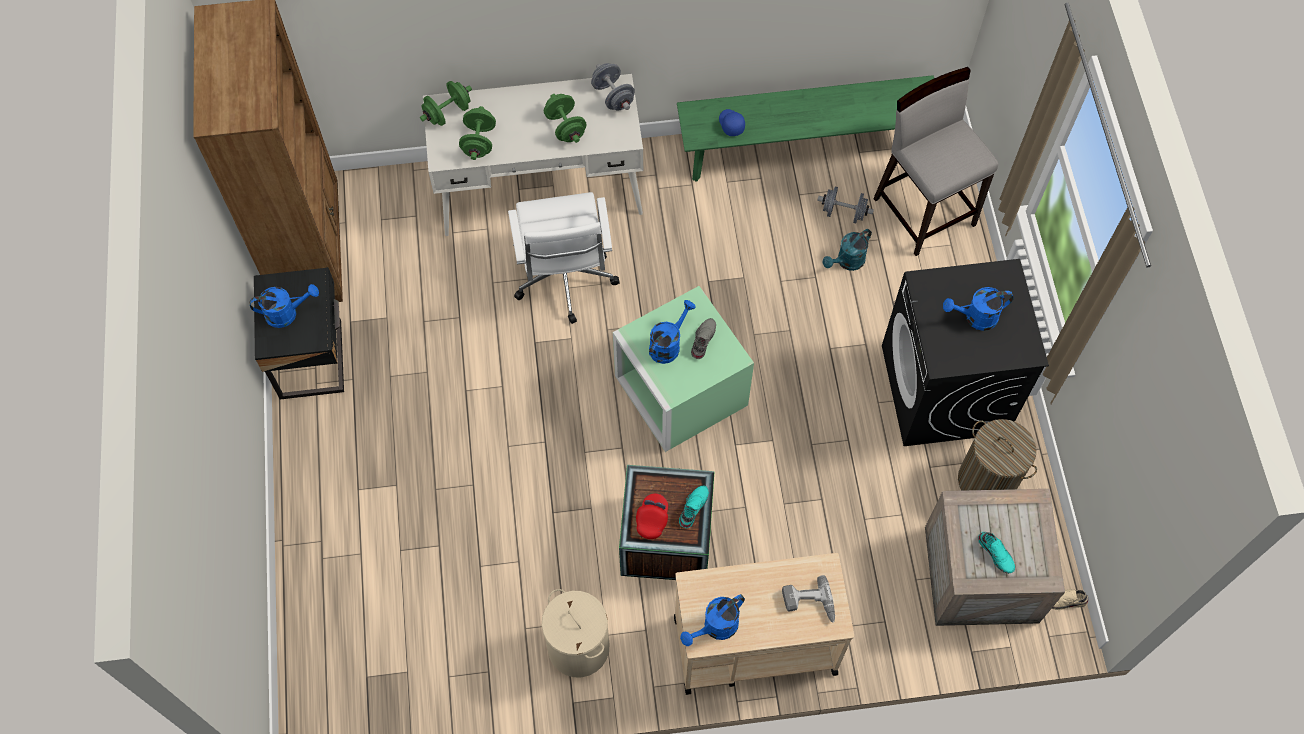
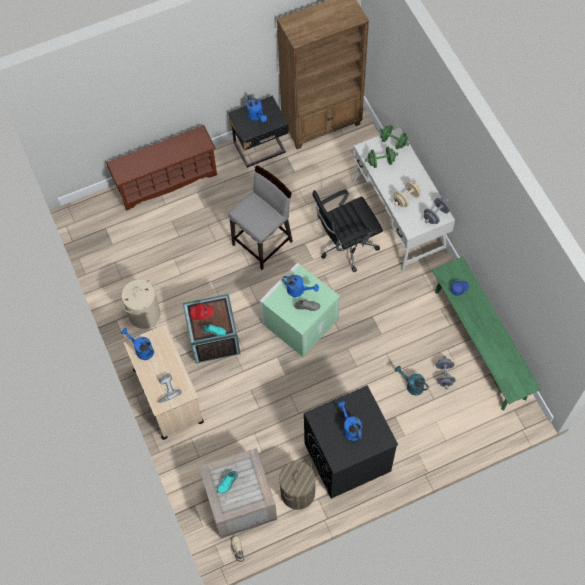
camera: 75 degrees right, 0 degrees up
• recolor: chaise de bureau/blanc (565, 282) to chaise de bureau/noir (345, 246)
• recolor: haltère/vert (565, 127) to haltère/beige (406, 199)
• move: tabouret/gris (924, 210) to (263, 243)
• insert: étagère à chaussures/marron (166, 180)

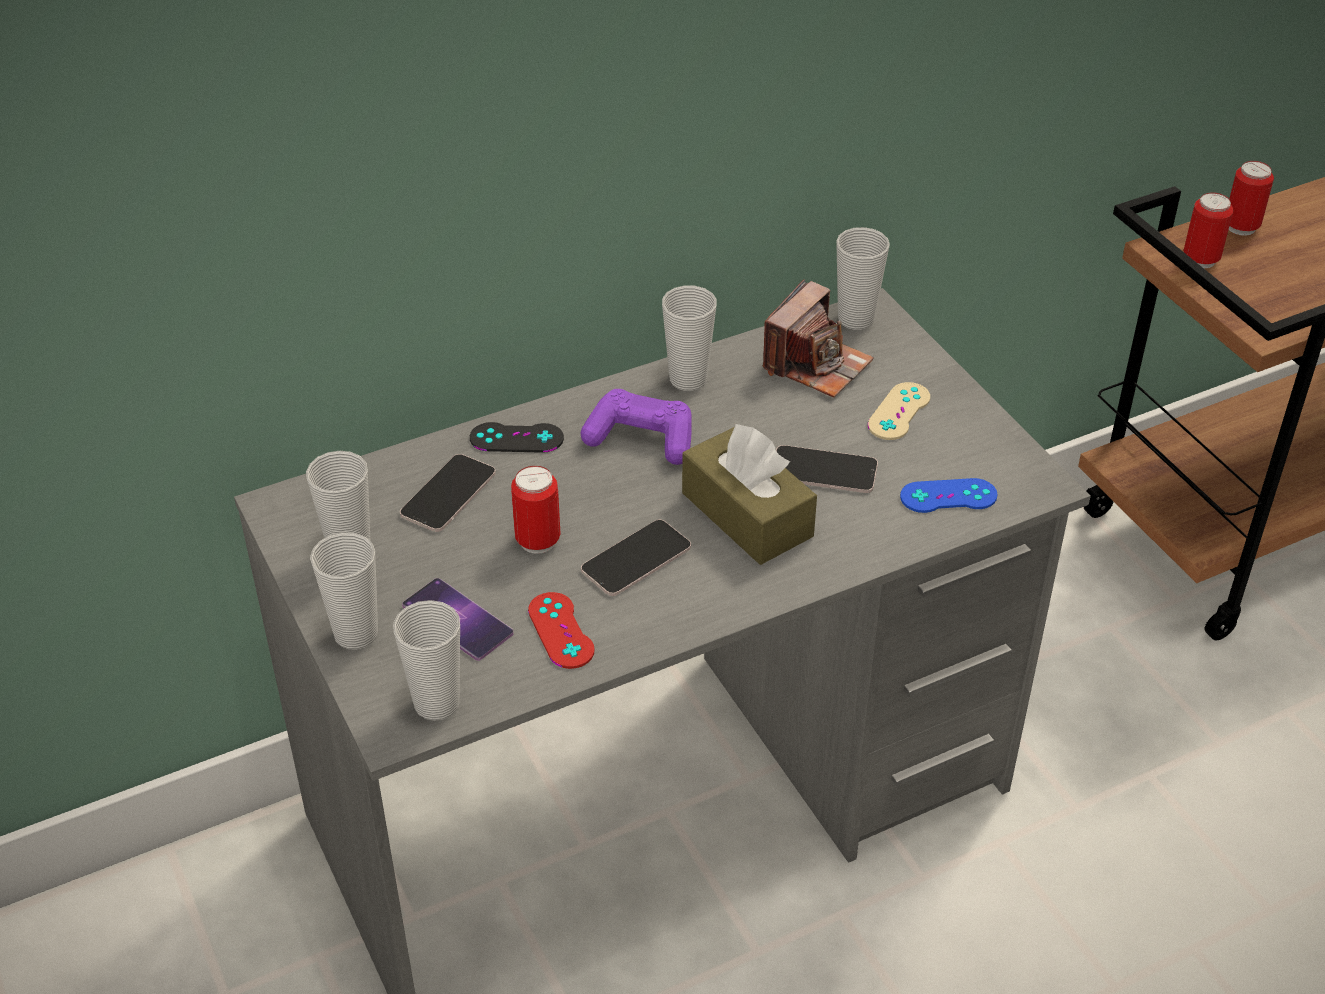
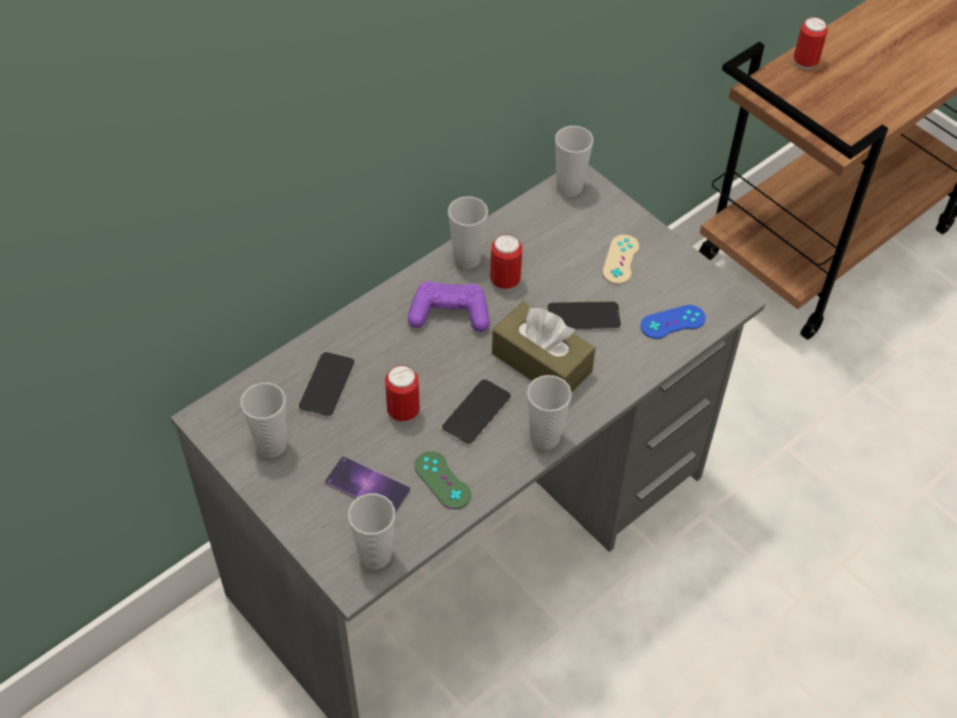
camera: 15 degrees left, 10 degrees up
• move: tasse (356, 634) to (545, 437)
• delete: manette/noir (516, 438)
• recolor: manette/rouge (561, 631) to manette/vert (442, 480)
• delete: appareil photo (816, 364)
• move: boîte métallique (1200, 260) to (505, 281)

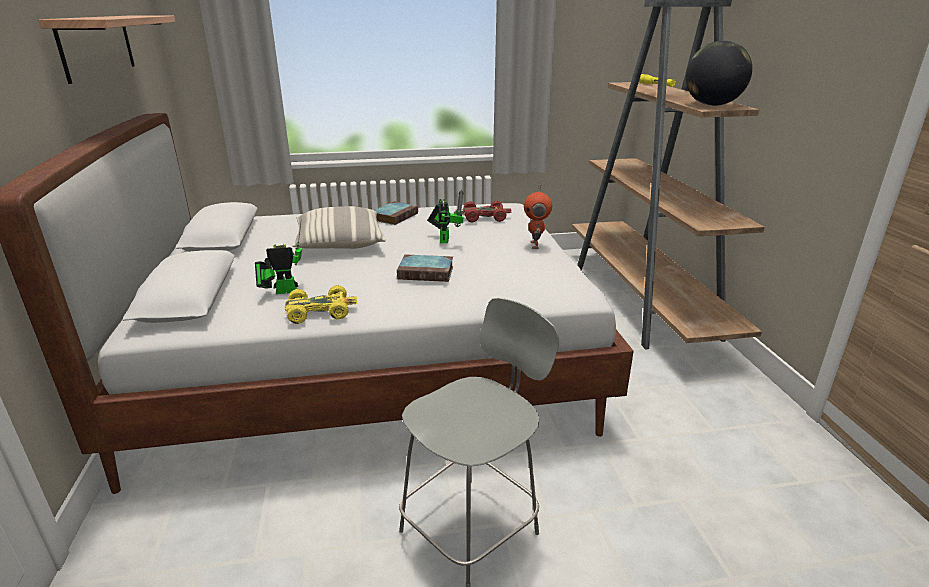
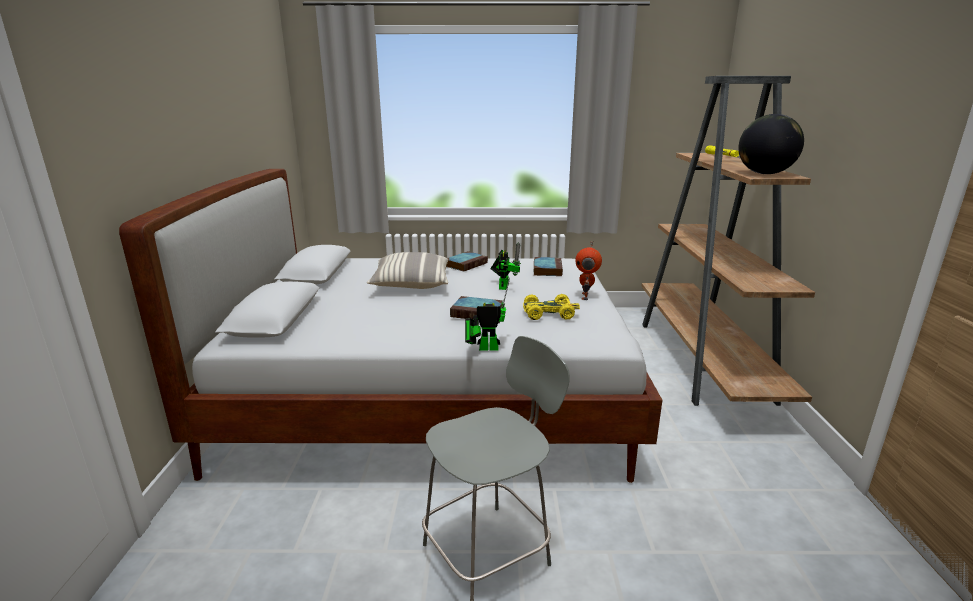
camera: 10 degrees right, 5 degrees down
• delete: étagère (97, 46)
• move: robot jouet (283, 291) to (485, 348)
• move: petite voiture/jaune (320, 311) to (549, 313)
• replace: petite voiture/rouge (485, 217) to livre (547, 269)

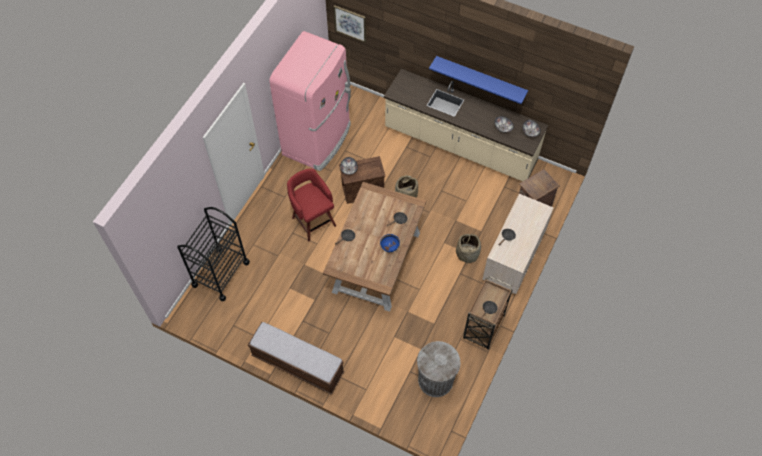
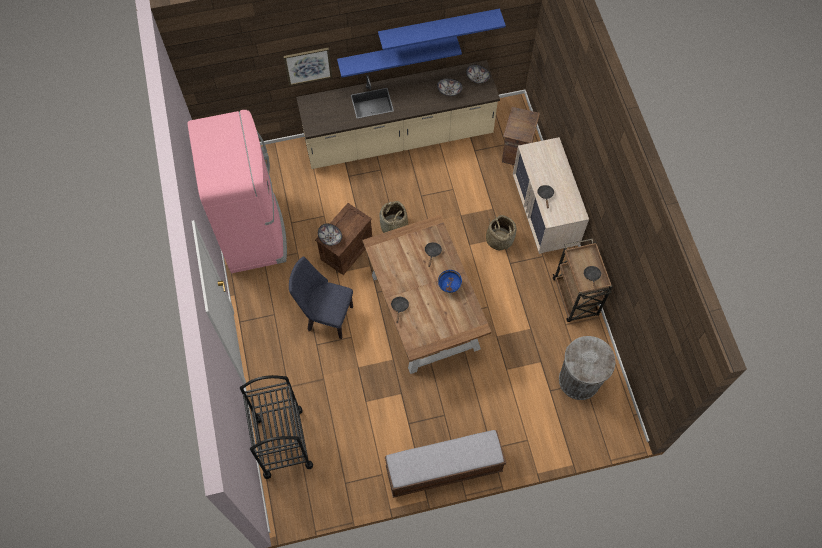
camera: 40 degrees left, 5 degrees up
• replace: tabouret/rouge (313, 220) to chaise/bleu (326, 316)
• move: tableau (350, 23) to (308, 66)
• insert: étagère/bleu (438, 26)

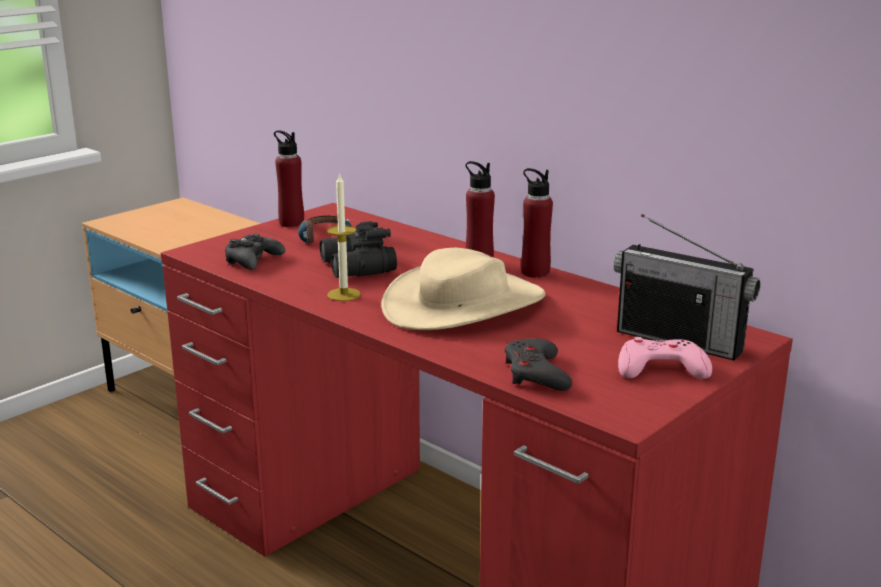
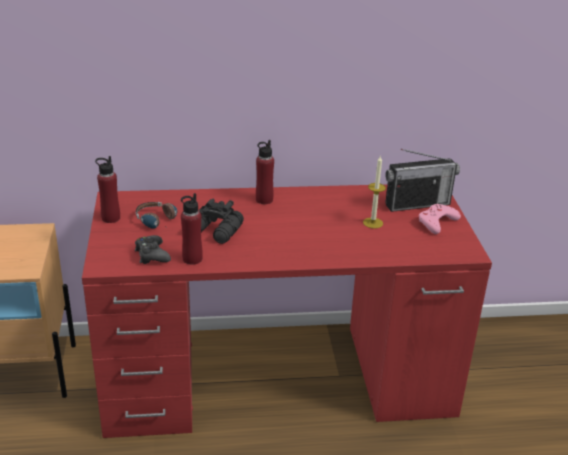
camera: 50 degrees left, 10 degrees up
• move: bougie (344, 294) to (373, 223)
• delete: chapeau/beige (464, 304)
• delete: manette/gris (536, 373)
• move: bouteille/rouge (535, 272) to (192, 259)

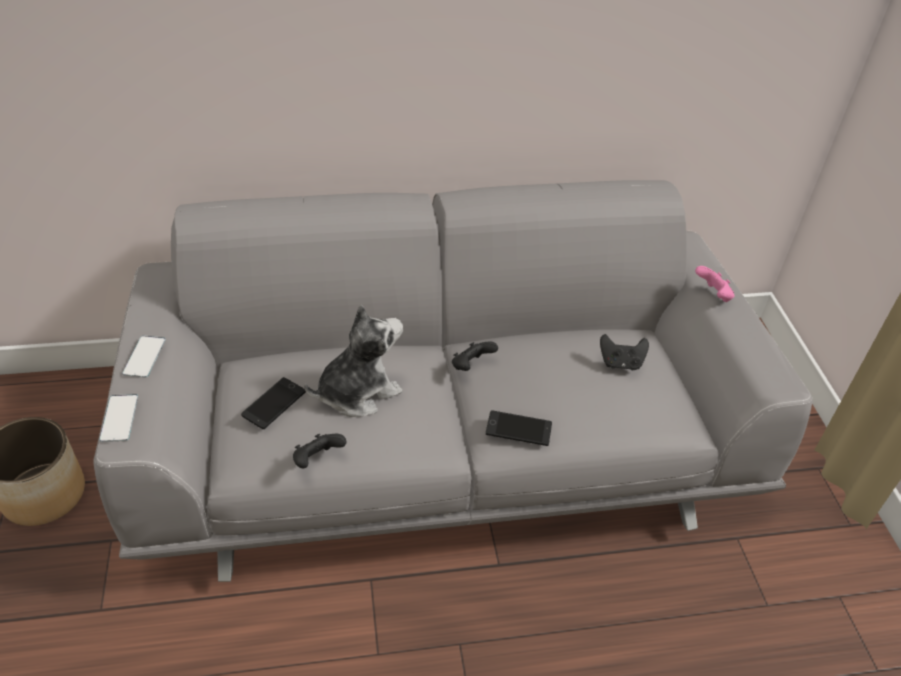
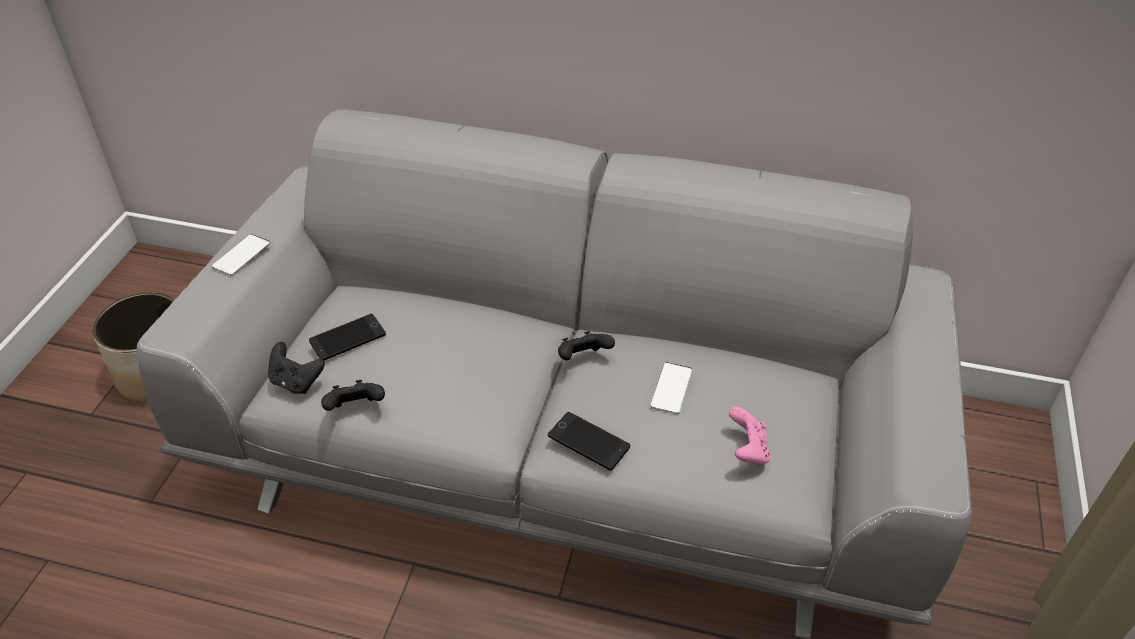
camera: 25 degrees right, 0 degrees up
• move: téléphone (119, 418) to (671, 388)
• delete: peluche (357, 392)
• move: manette/noir (620, 363) to (296, 382)
• move: manette/rose (713, 295) to (747, 451)

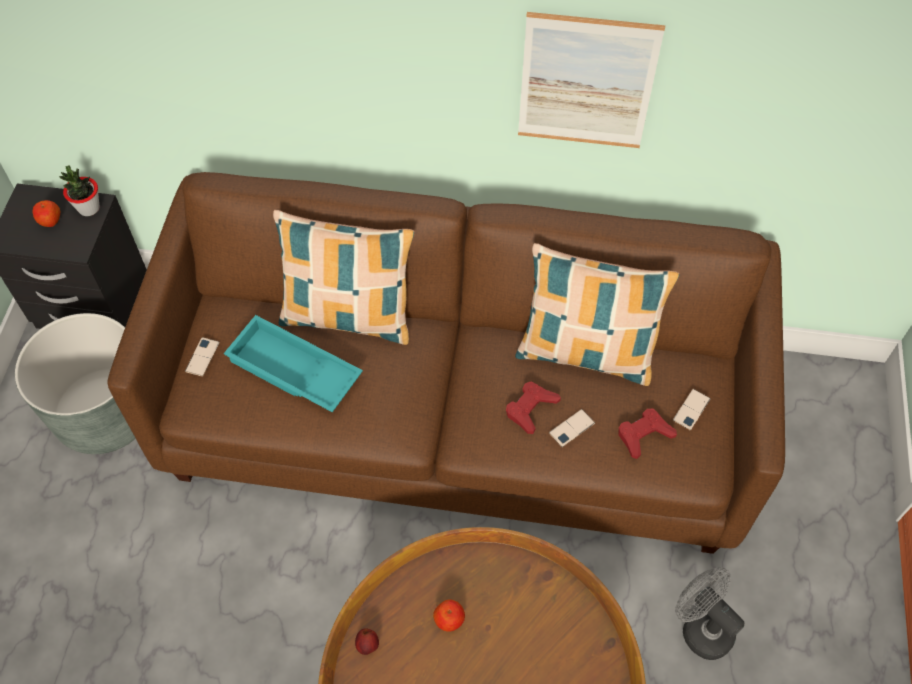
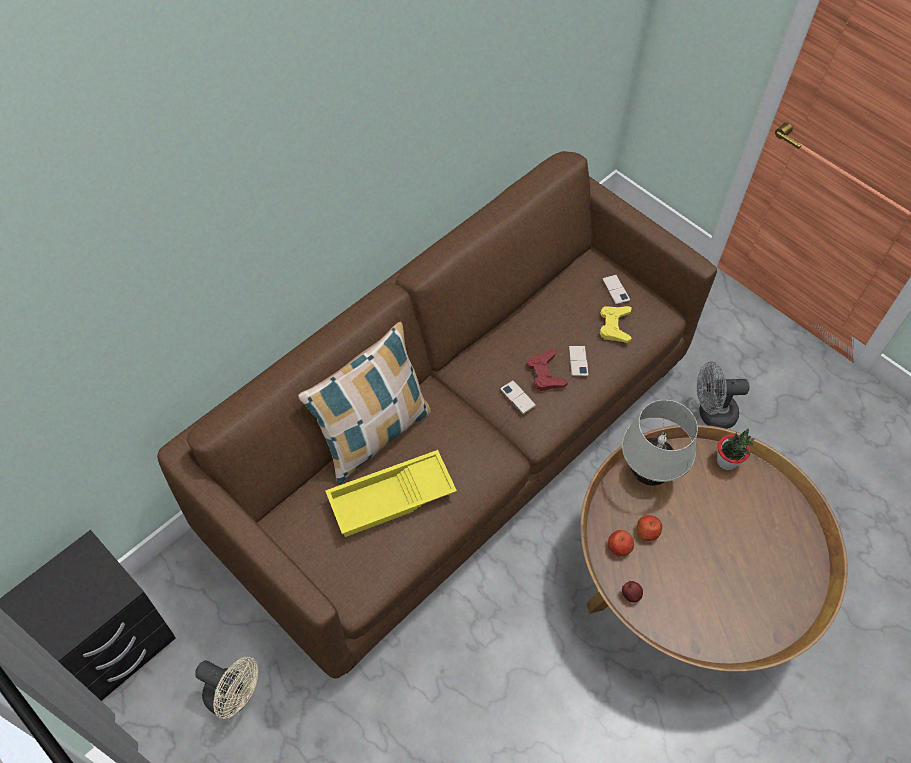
camera: 55 degrees left, 0 degrees up
• replace: cache-pot/gris (106, 413) to ventilateur/beige (234, 697)
• move: pomme (50, 220) to (619, 547)
• move: plante en pot (89, 208) to (727, 461)
• move: téléphone (202, 357) to (517, 397)
• recolor: plateau/turquoise (292, 372) to plateau/jaune (391, 500)
• delete: coussin (586, 353)
• delete: tableau (586, 83)
• recolor: manette/rouge (644, 435) to manette/jaune (614, 326)
• insert: lampe de table/blanc (647, 474)

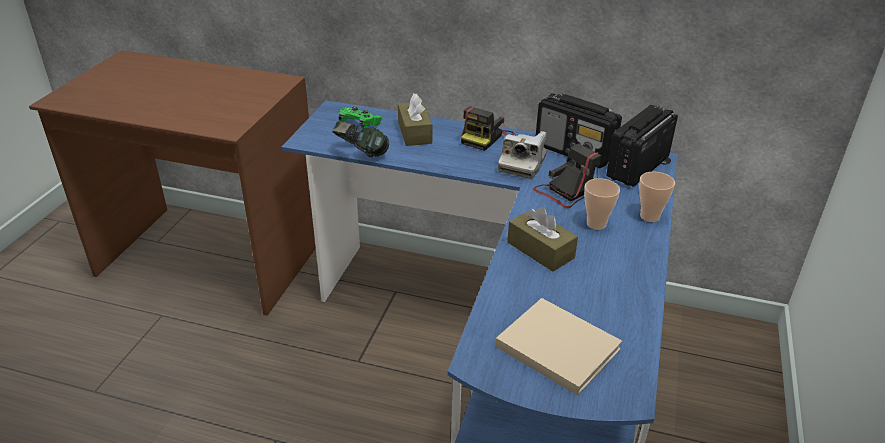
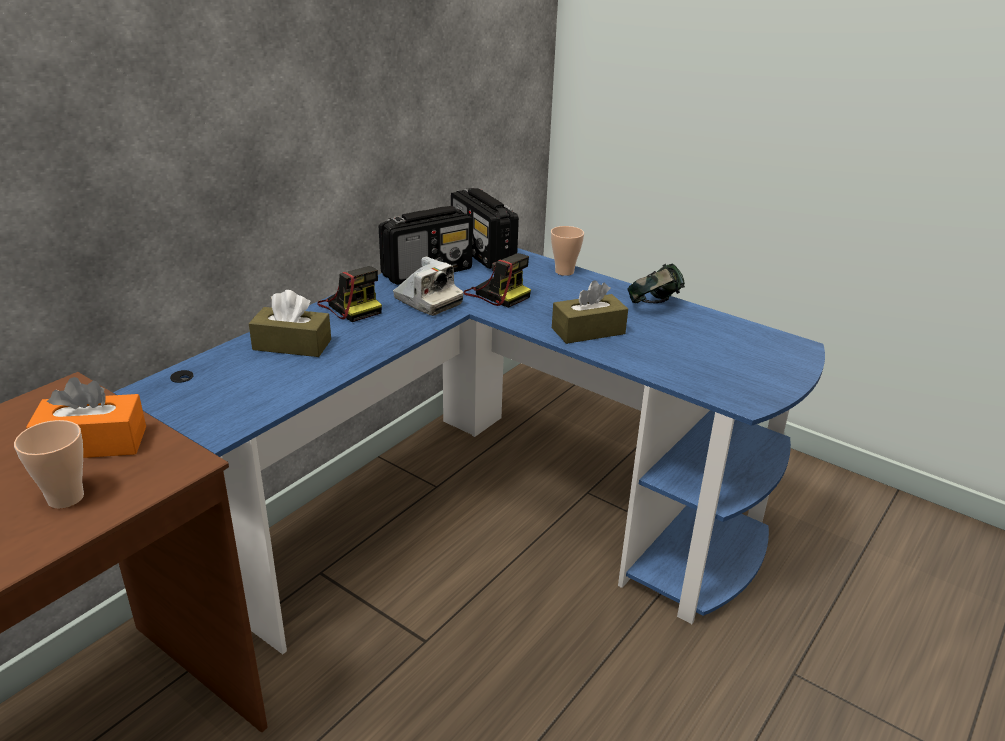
camera: 70 degrees left, 5 degrees down
• move: casque audio (361, 154) to (654, 305)
• delete: manette/vert (359, 124)
• delete: livre/beige (554, 346)
• rotate: appareil photo (567, 191) = (496, 294) 150 degrees clockwise
• move: tasse (596, 224) to (65, 498)
• insert: boîte à mouchoirs/orange (93, 443)

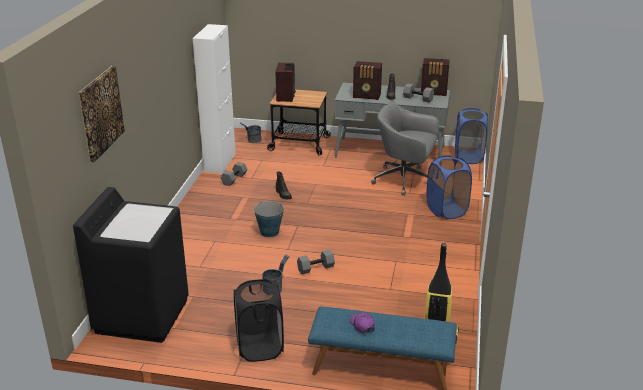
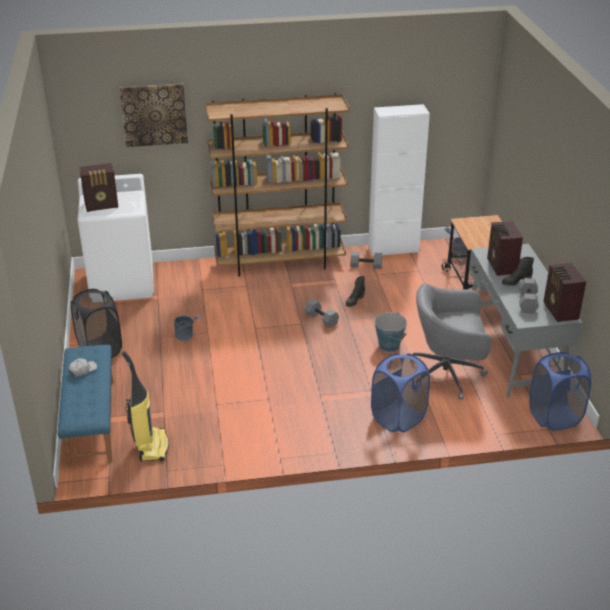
camera: 70 degrees right, 5 degrees up
• recolor: lave-linge/noir (142, 315) to lave-linge/blanc (123, 283)
• move: seau (269, 232) to (389, 345)
• move: radio (286, 97) to (102, 205)
• move: haltère/gris (315, 268) to (321, 319)
• recolor: casquette/violet (362, 325) to casquette/blanc (82, 370)
• rotate: chaise de bureau/gris (405, 180) = (448, 375) 90 degrees counterclockwise
• insert: bibliothèque/marron (280, 263)

